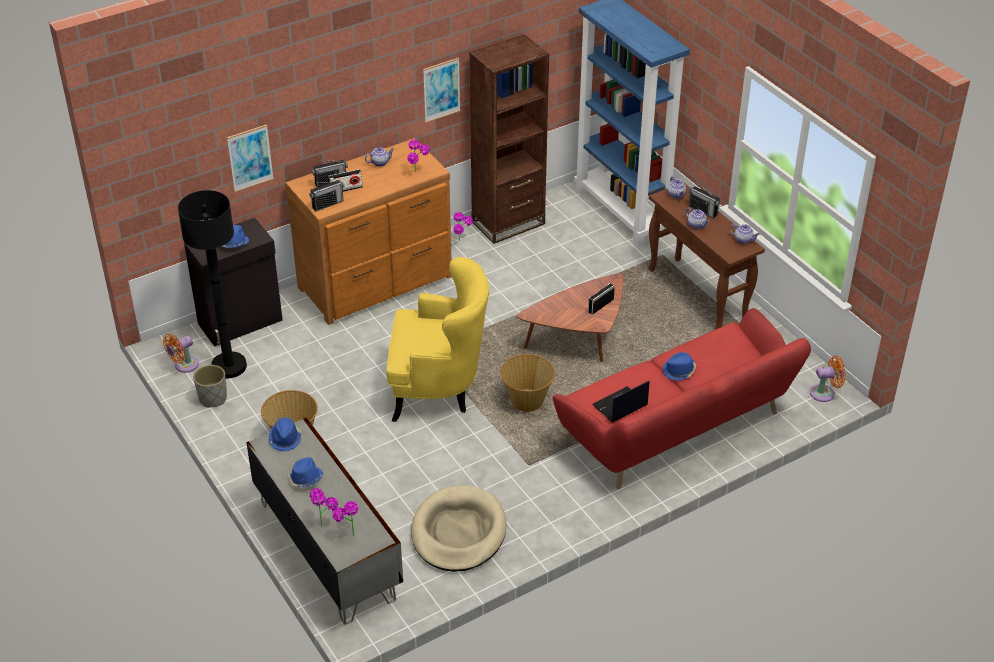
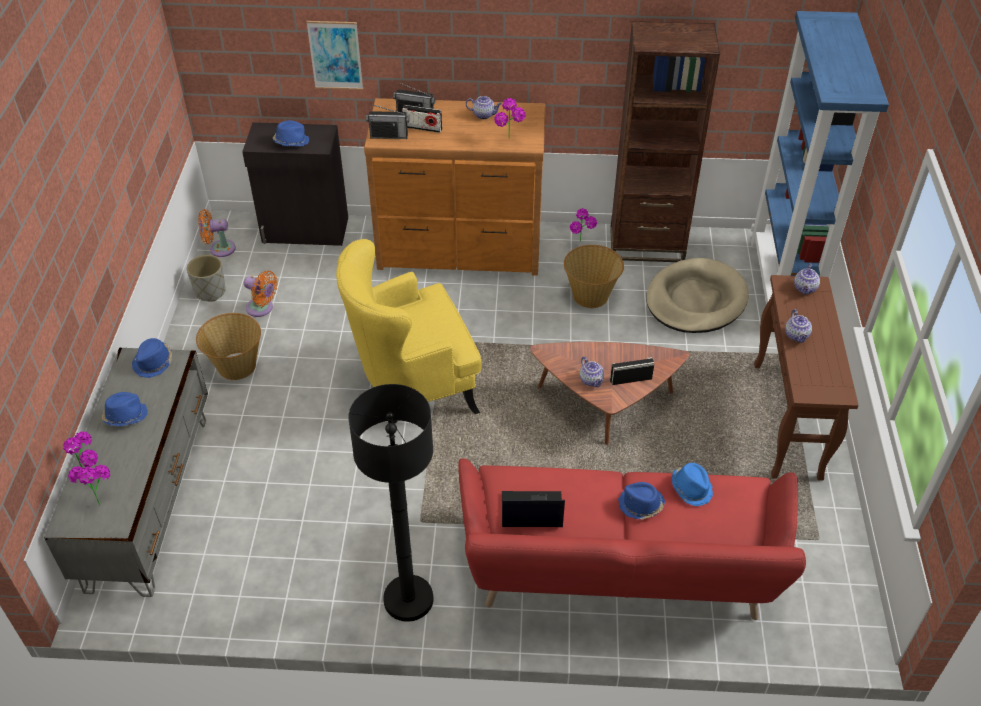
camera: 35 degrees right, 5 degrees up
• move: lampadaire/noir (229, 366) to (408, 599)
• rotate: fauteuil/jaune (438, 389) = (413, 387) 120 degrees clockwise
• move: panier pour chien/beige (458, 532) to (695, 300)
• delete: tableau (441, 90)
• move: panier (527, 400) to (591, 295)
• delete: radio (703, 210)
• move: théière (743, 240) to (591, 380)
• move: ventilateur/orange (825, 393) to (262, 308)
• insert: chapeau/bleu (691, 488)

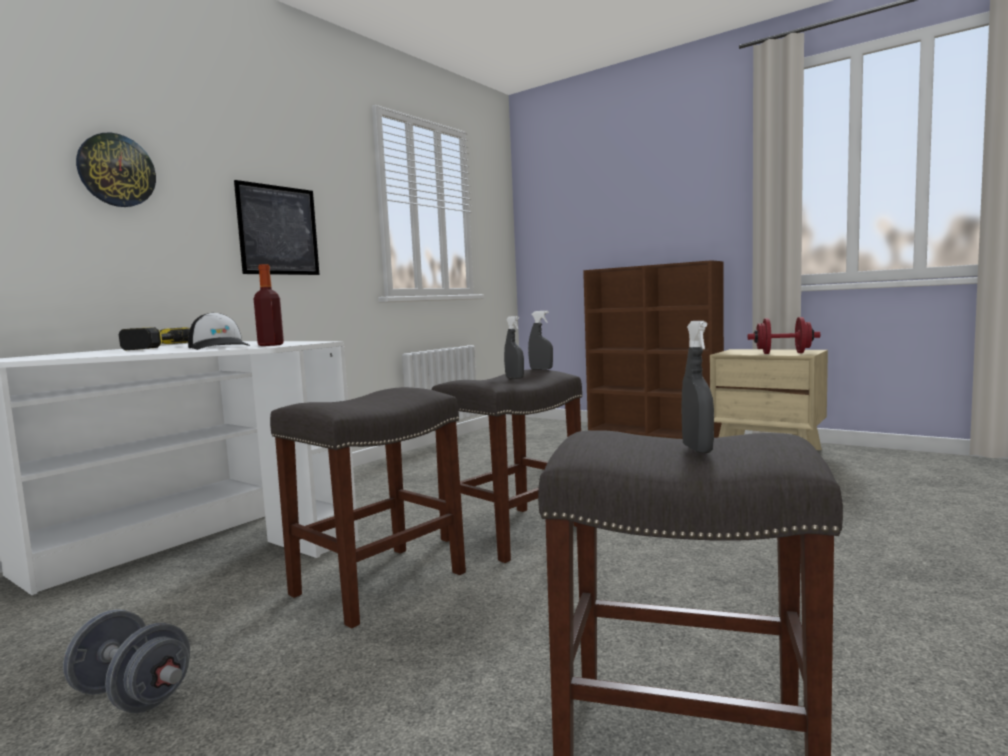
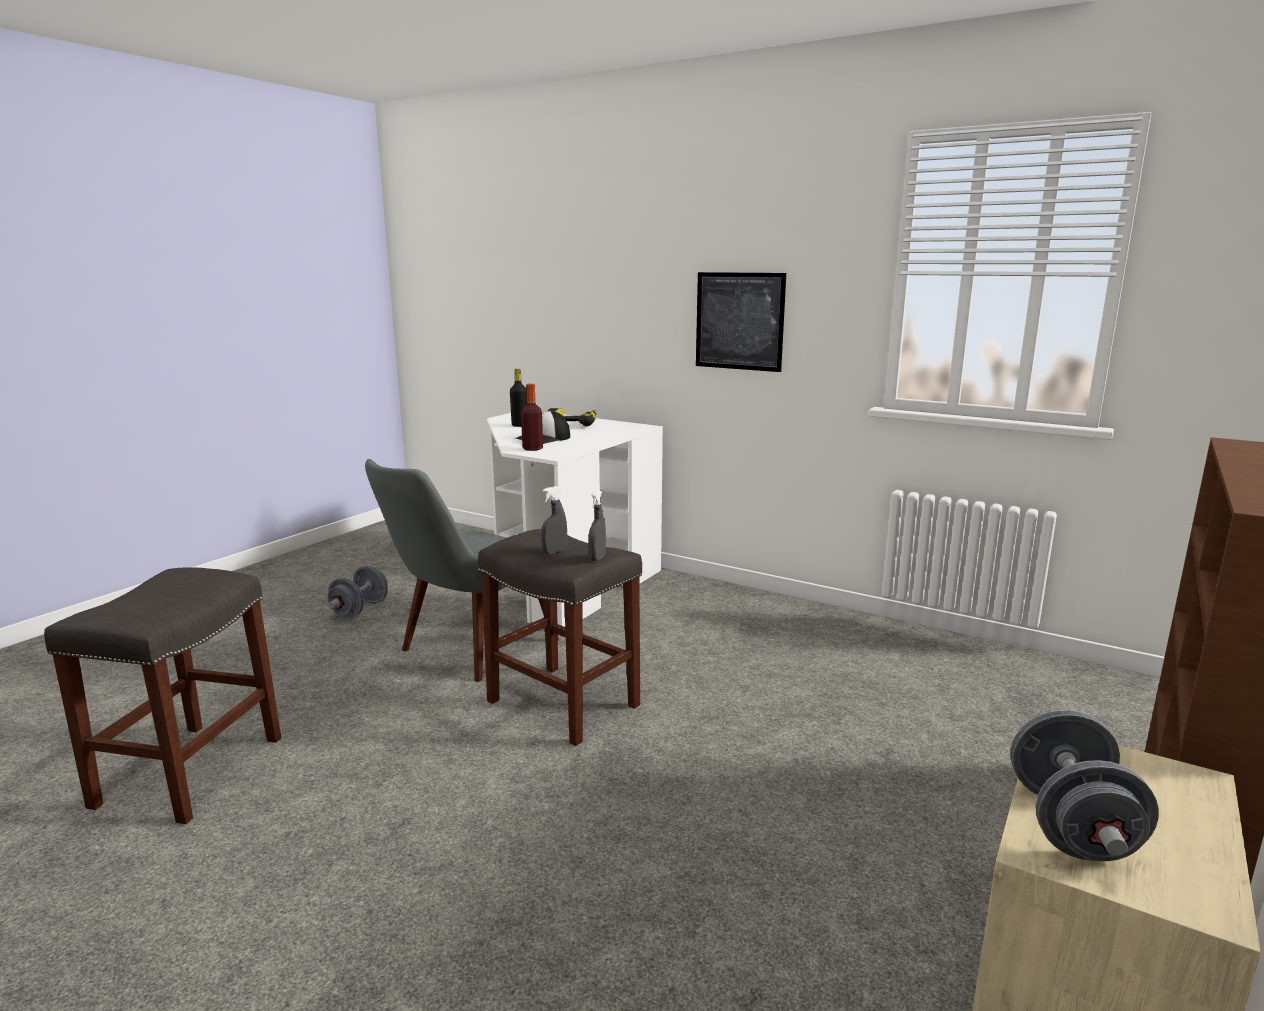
camera: 85 degrees right, 10 degrees up
• delete: horloge murale (116, 170)
• replace: tabouret/gris (378, 585) to chaise/gris (466, 652)
• delete: vaporisateur/gris (697, 449)
• recolor: haltère/rouge (783, 353) to haltère/gris (1071, 825)
• insert: bouteille/noir (519, 425)

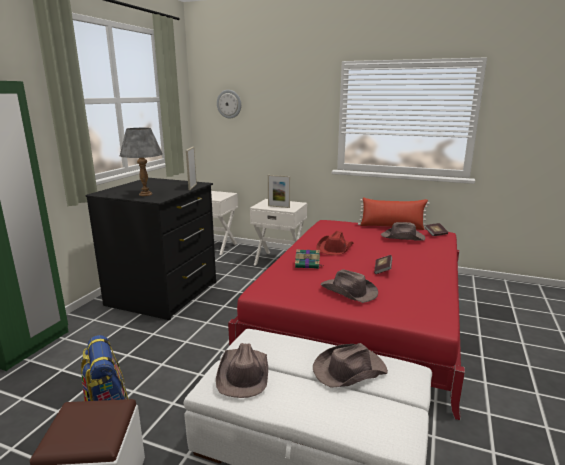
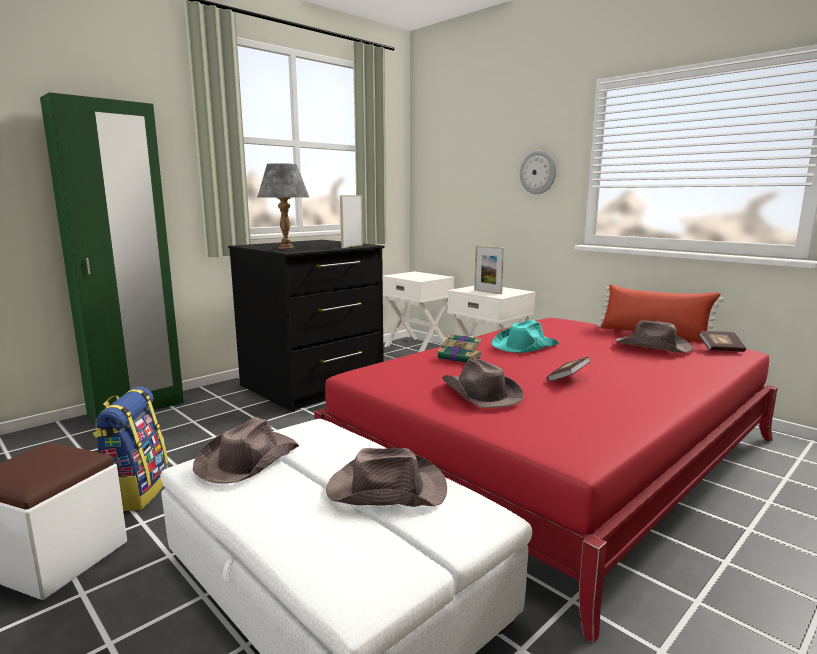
camera: 25 degrees right, 5 degrees down
• move: horloge murale (229, 104) to (538, 172)
• recolor: chapeau/rouge (335, 248) to chapeau/turquoise (524, 346)

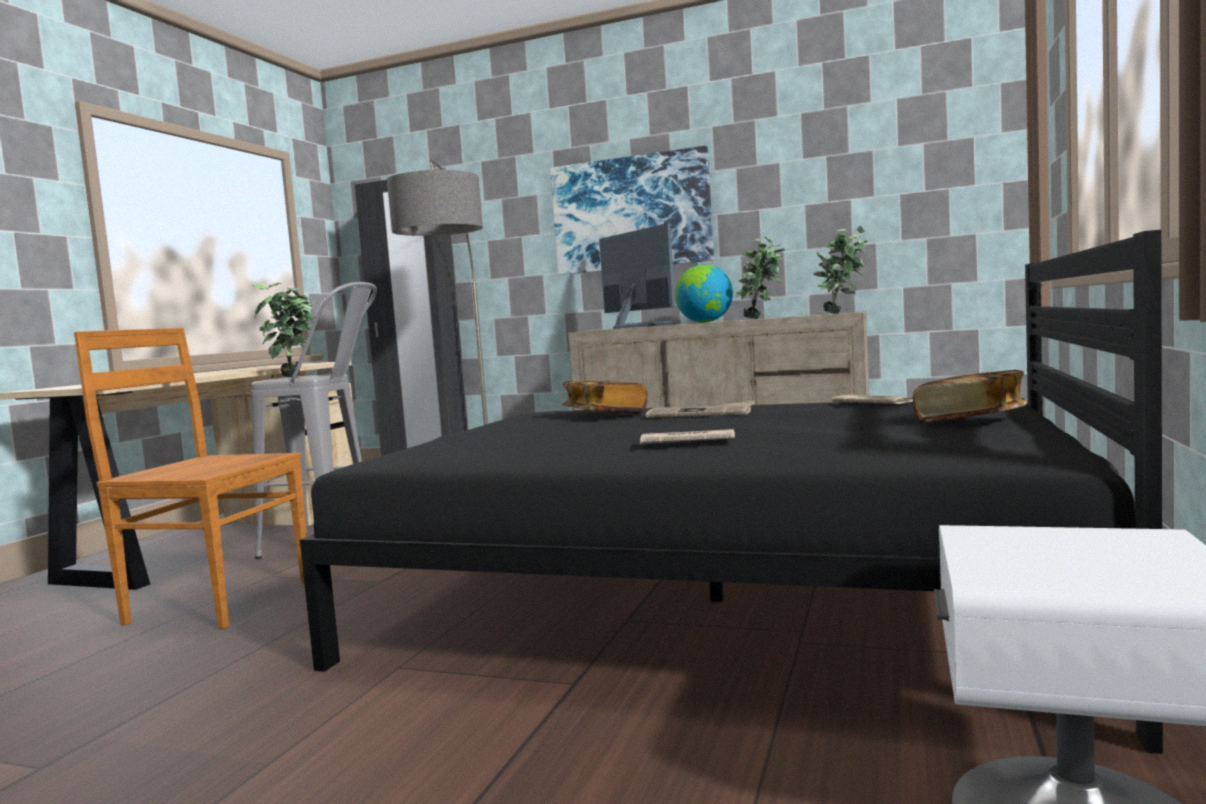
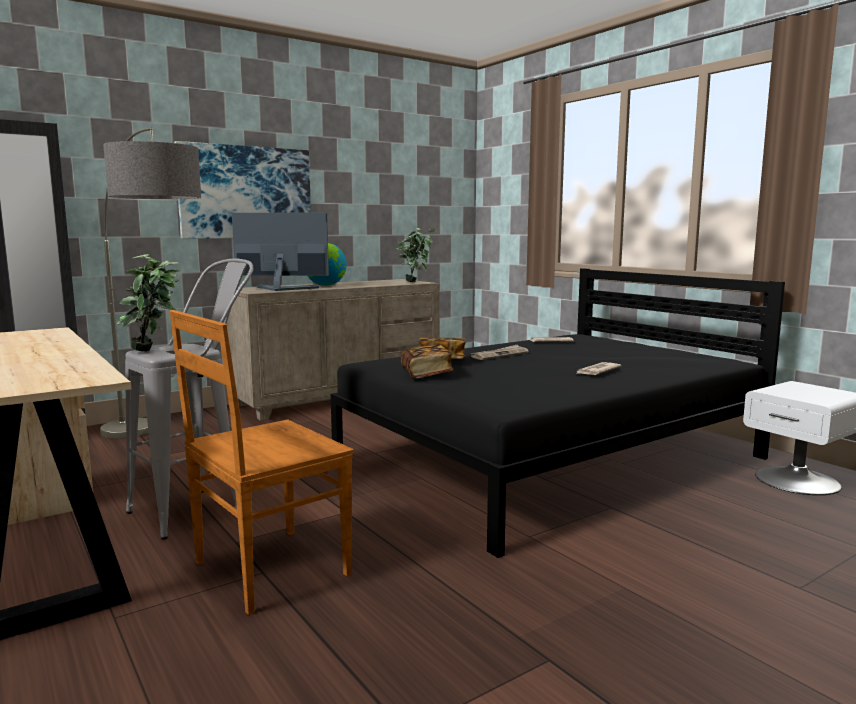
camera: 55 degrees left, 5 degrees up
• delete: plante en pot (762, 318)
• move: livre (971, 421) to (426, 374)

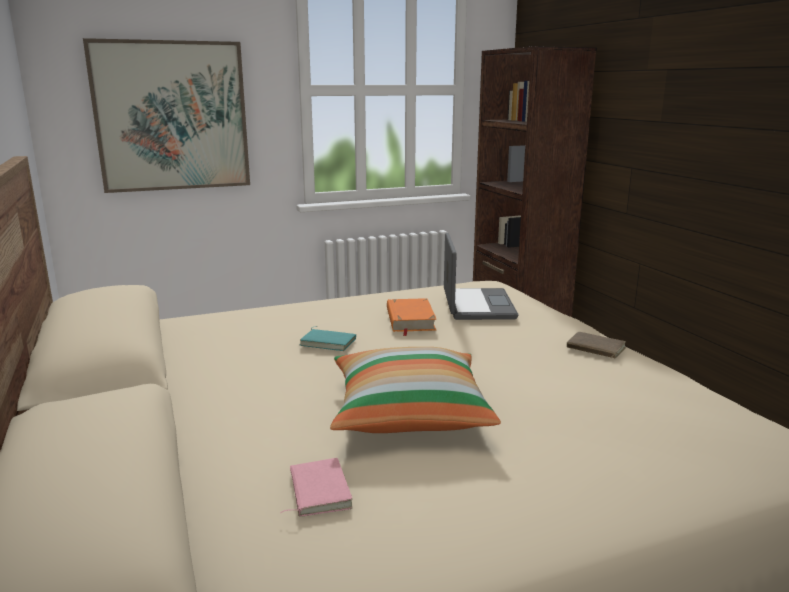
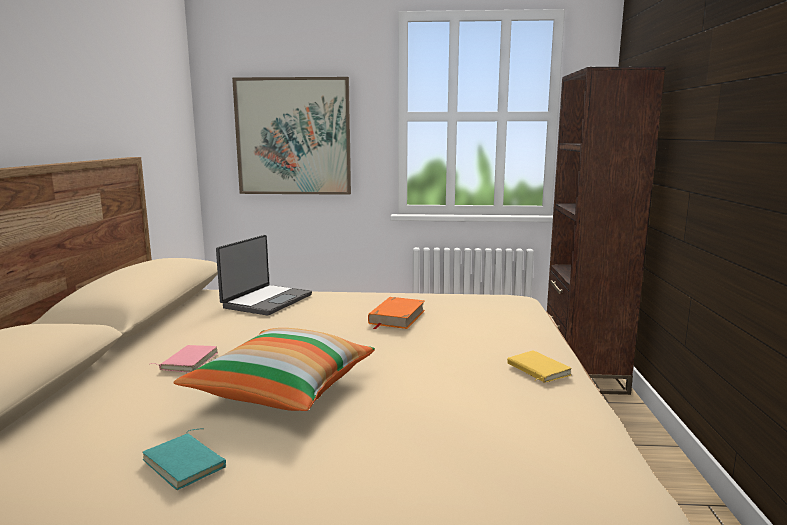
camera: 25 degrees right, 5 degrees down
• move: livre/rose (317, 491) to (188, 361)
• move: livre/turquoise (329, 342) to (187, 463)
• move: ordinateur portable (476, 305) to (266, 301)
• recolor: livre/marron (595, 349) to livre/jaune (536, 370)

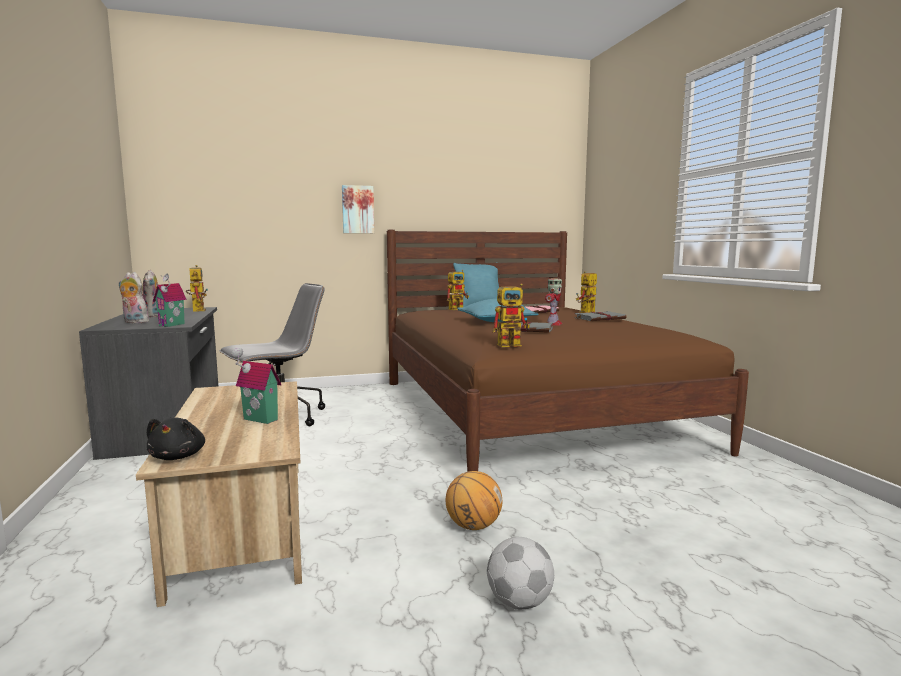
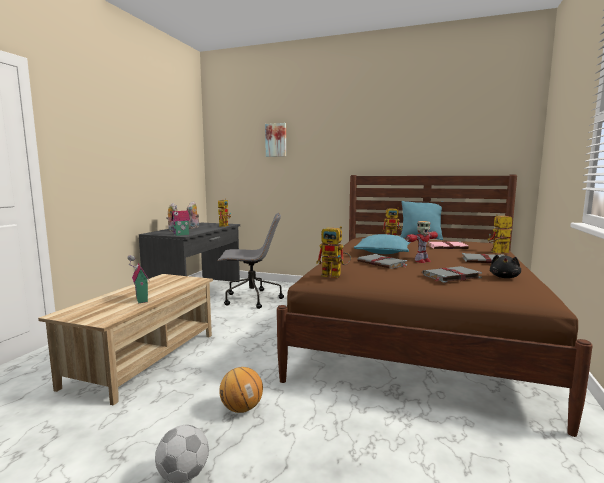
camera: 35 degrees right, 0 degrees up
• move: peluche/noir (178, 456) to (504, 277)
• move: tableau (357, 209) to (276, 140)
• insert: livre/gris (450, 276)

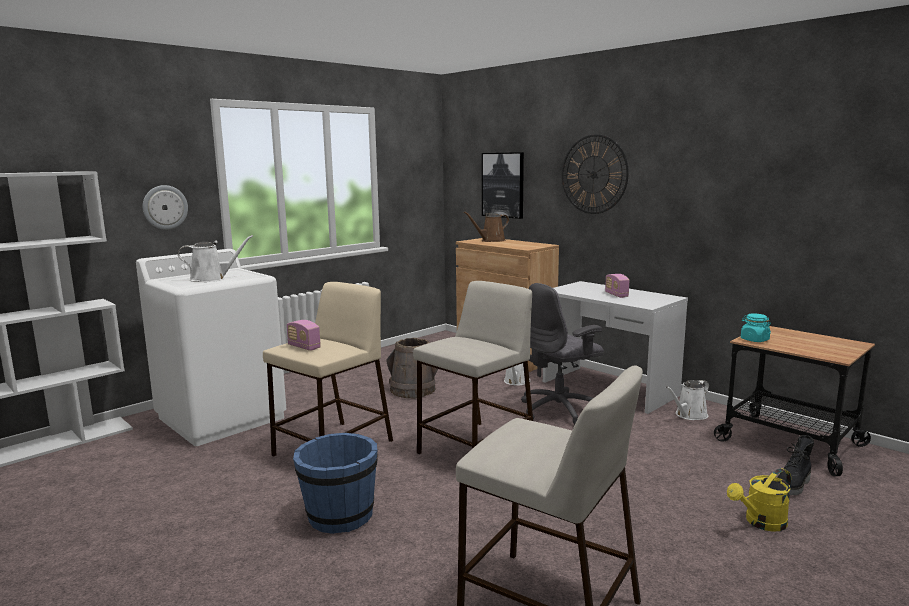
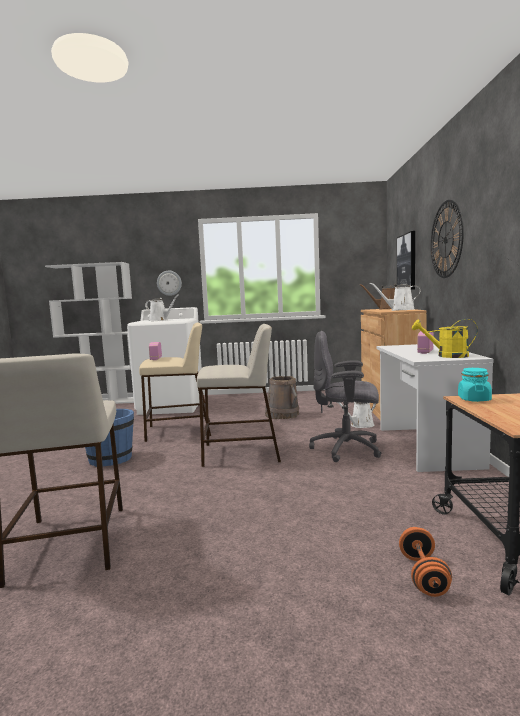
camera: 45 degrees right, 5 degrees down
• move: arrosoir/blanc (689, 415) to (400, 310)
• move: arrosoir/jaune (761, 523) to (447, 356)
• replace: botte/noir (793, 486) to haltère/orange (423, 575)

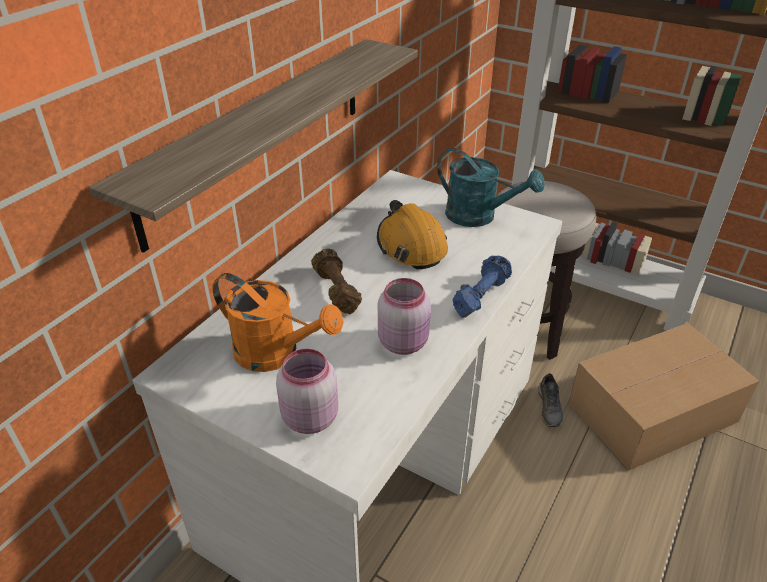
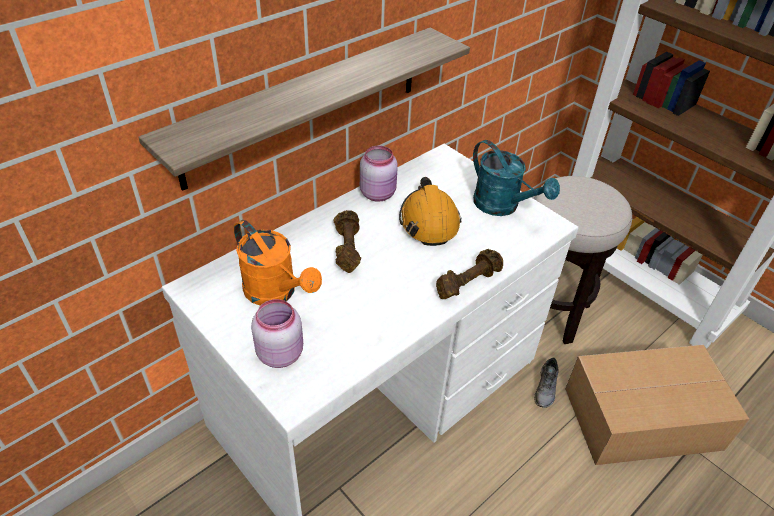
camera: 15 degrees right, 5 degrees up
• move: bocal/rose (404, 341) to (378, 193)
• recolor: haltère/bleu (480, 296) to haltère/marron (467, 282)

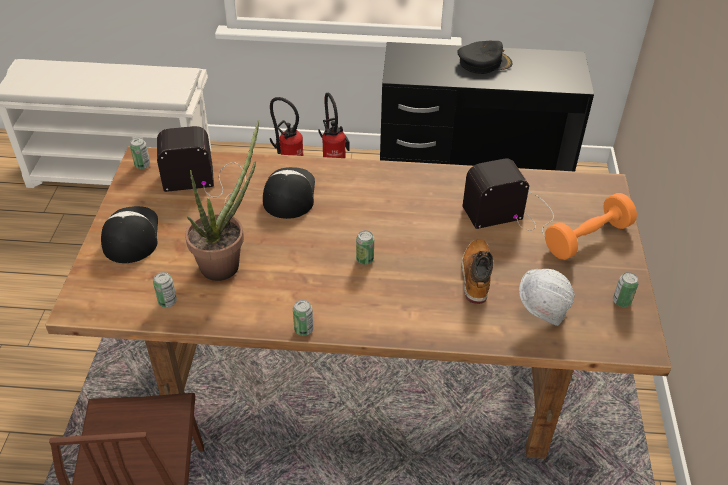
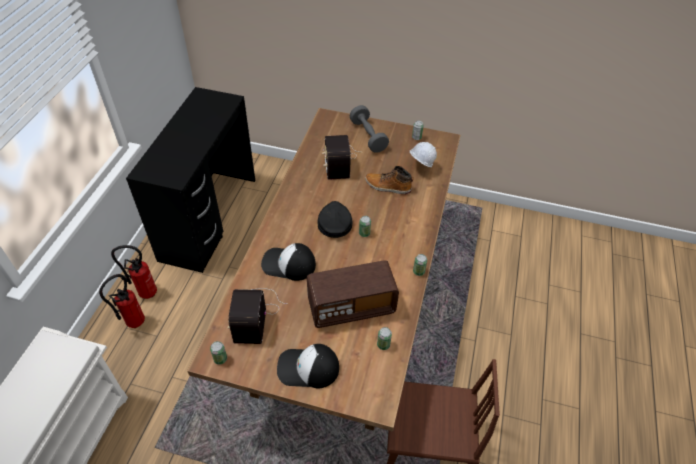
camera: 80 degrees left, 5 degrees up
• replace: plante en pot (227, 262) to radio (351, 307)
• move: casquette/noir (484, 62) to (334, 222)
• recolor: haltère/orange (587, 238) to haltère/gris (368, 136)

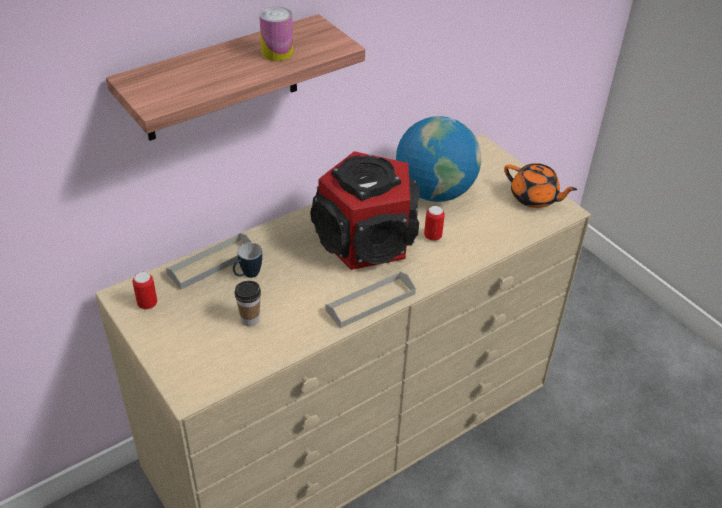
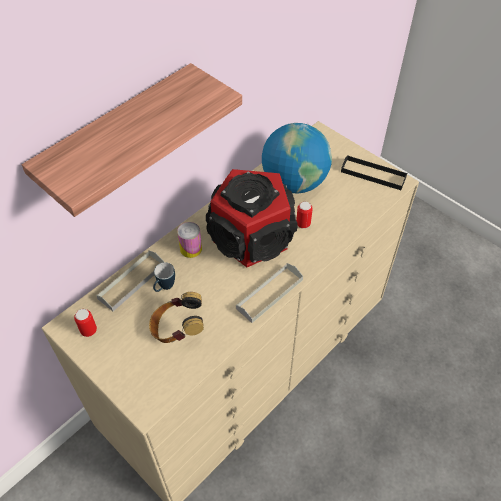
camera: 10 degrees left, 10 degrees up
• replace: tasse (250, 320) to casque audio (177, 329)
• move: boîte métallique (277, 53) to (191, 249)
• replace: théière/orange (534, 198) to plateau/noir (373, 174)

